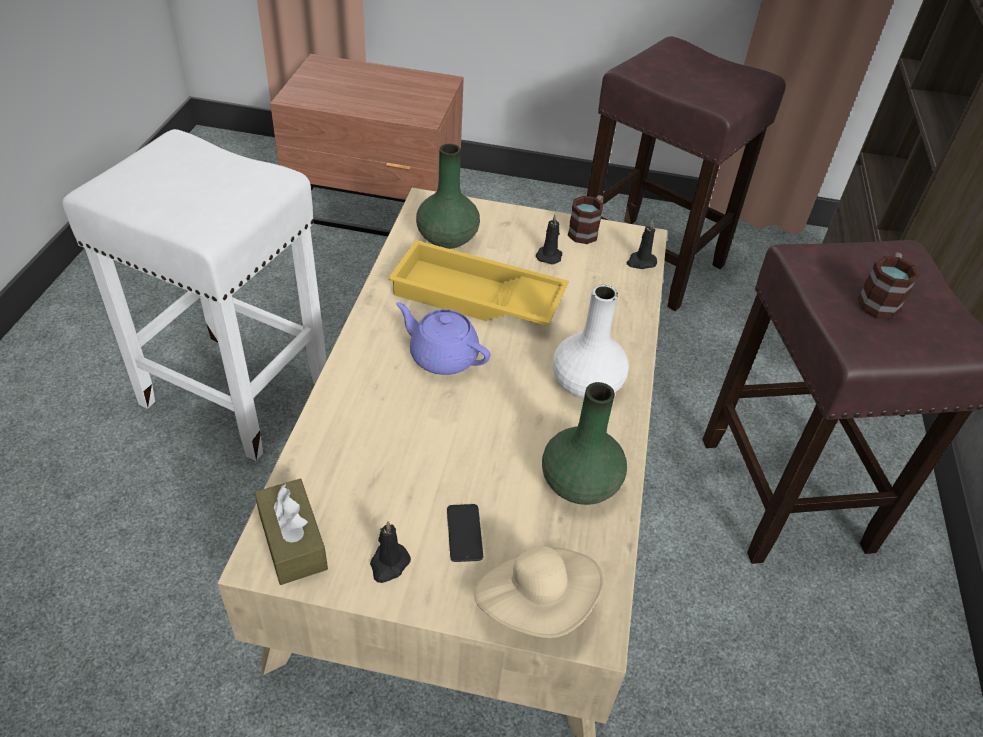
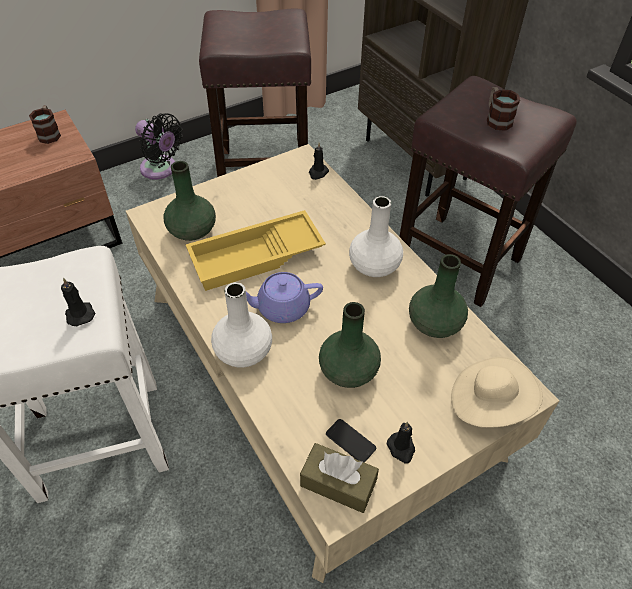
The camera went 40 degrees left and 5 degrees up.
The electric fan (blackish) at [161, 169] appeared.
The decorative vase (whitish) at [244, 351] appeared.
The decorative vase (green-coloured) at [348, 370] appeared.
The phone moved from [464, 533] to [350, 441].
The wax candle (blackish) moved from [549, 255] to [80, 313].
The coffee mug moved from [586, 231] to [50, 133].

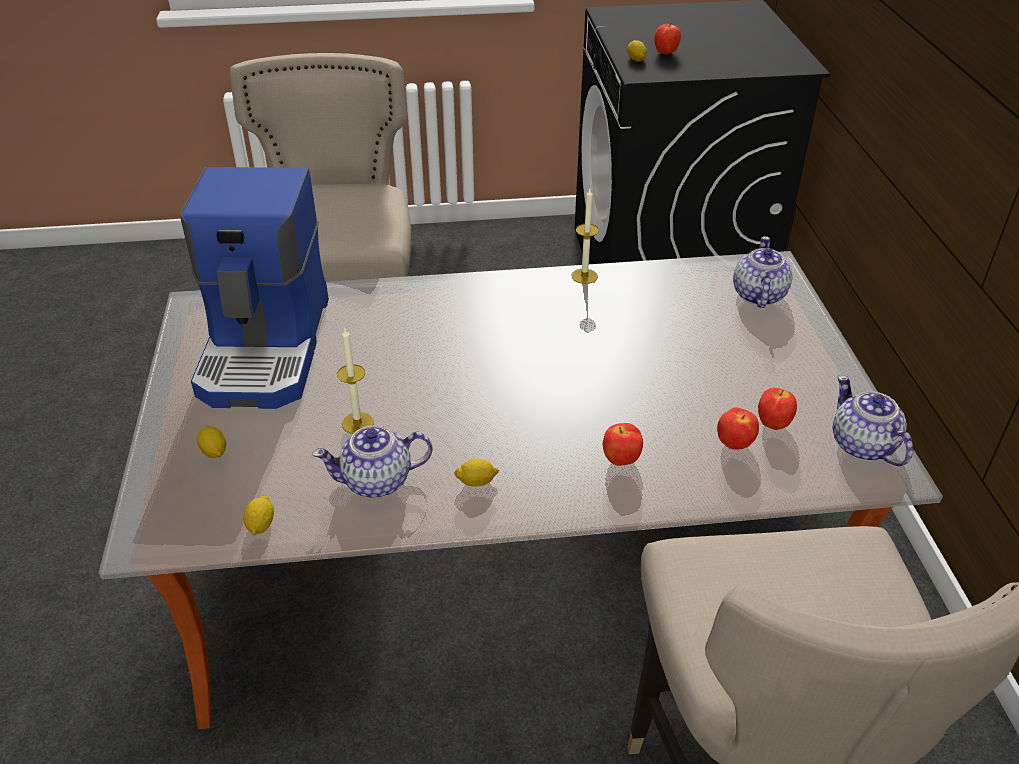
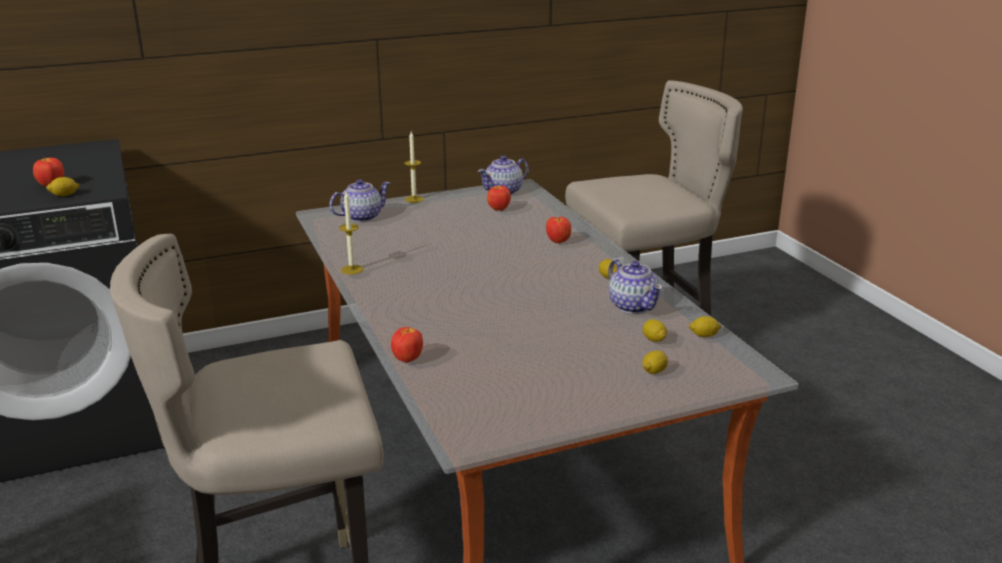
The camera went 105 degrees left and 15 degrees down.
The coffee machine at [267, 348] disappeared.
The citrus fruit at [654, 339] appeared.
The wax candle moved from [357, 423] to [414, 199].
The whole apple moved from [734, 444] to [407, 359].
The tea pot at [758, 295] turned 150 degrees clockwise.

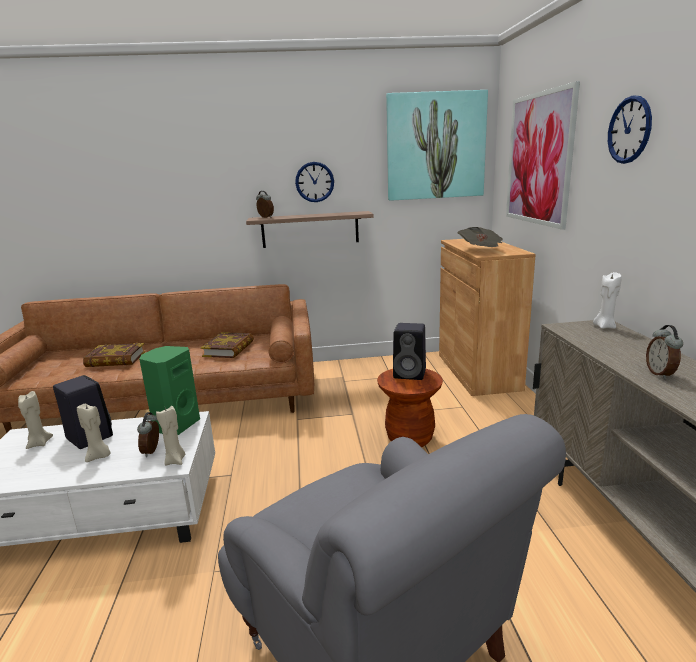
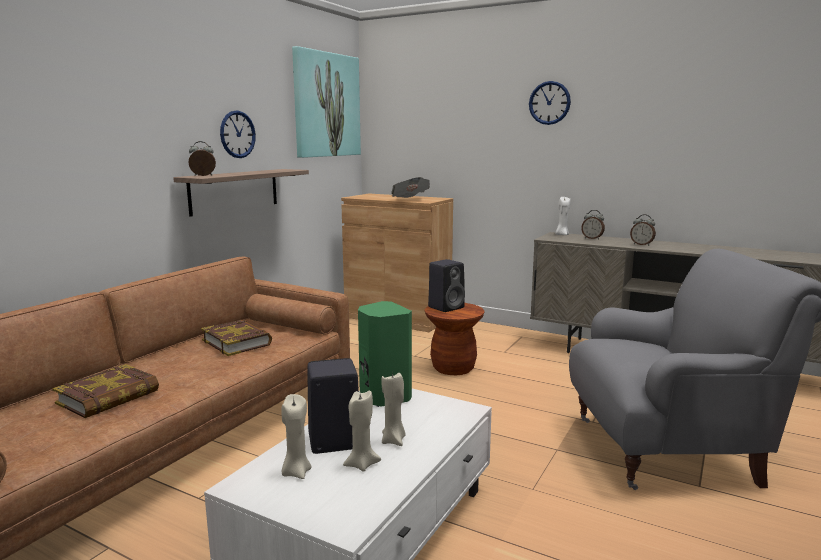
The camera went 55 degrees left and 5 degrees down.
The wall art at [538, 159] disappeared.
The bedside clock moved from [153, 451] to [592, 238].
The wax candle (sand-coloured) moved from [175, 460] to [361, 464].

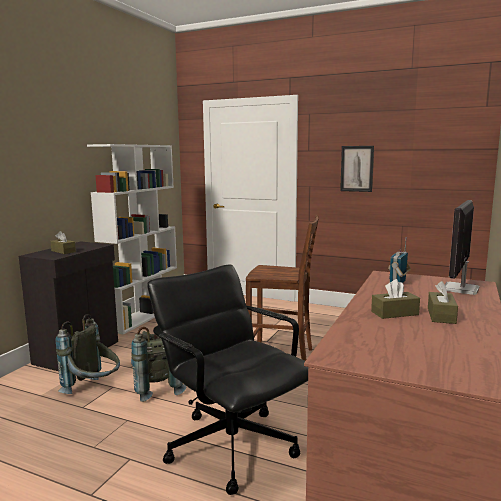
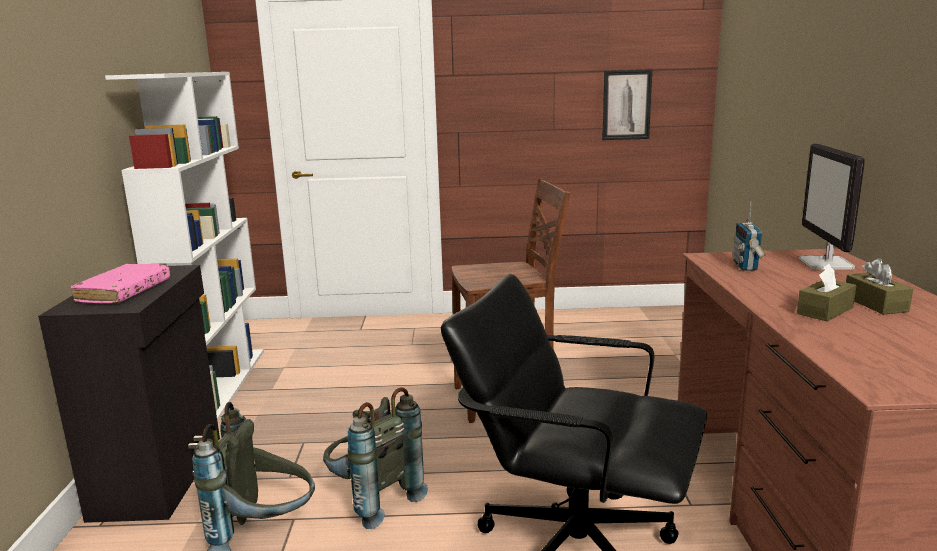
The camera went 25 degrees left and 5 degrees up.
The wall art moved from [357, 168] to [626, 105].
The box of tissues (brown) at [63, 251] was replaced by the book (pinkish) at [124, 292].

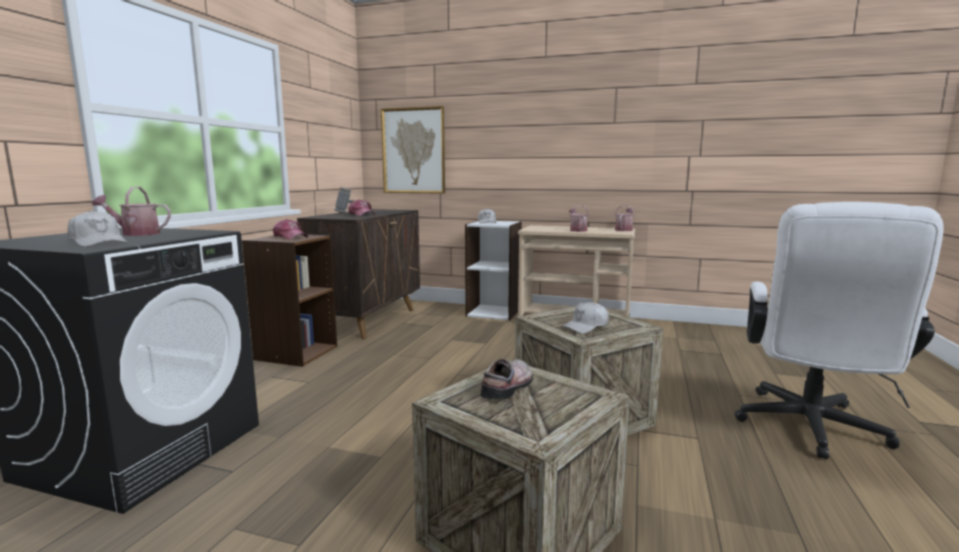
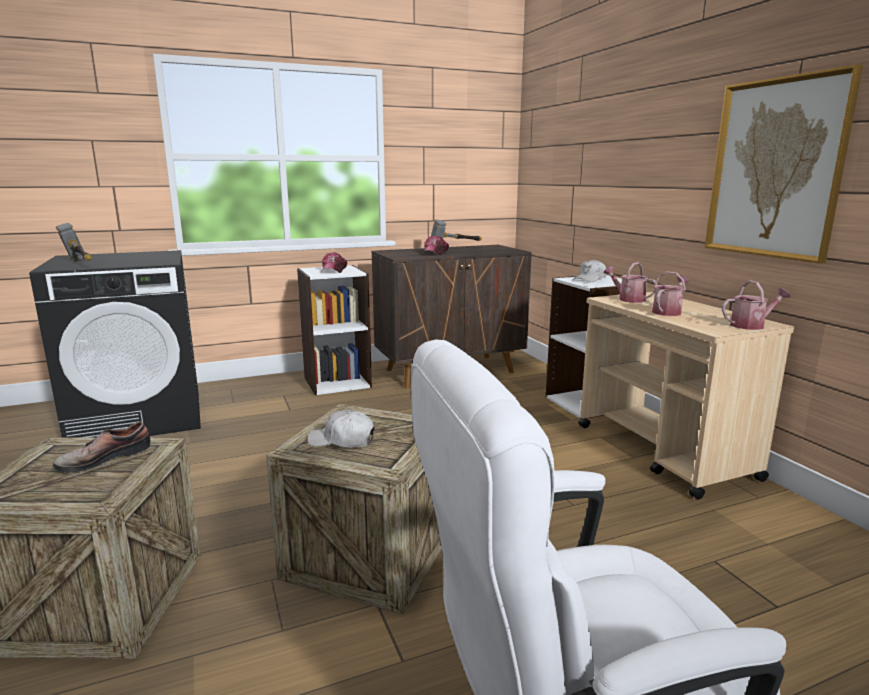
The camera went 50 degrees right and 5 degrees up.
The watering pot moved from [136, 233] to [628, 299].
The wall art moved from [413, 151] to [775, 169].
The peaked cap (whitish) at [98, 243] was replaced by the hand hammer at [80, 264].
The bookcase (brown) at [296, 353] became the bookcase (whitish) at [337, 382].
The shoe at [509, 386] turned 150 degrees clockwise.

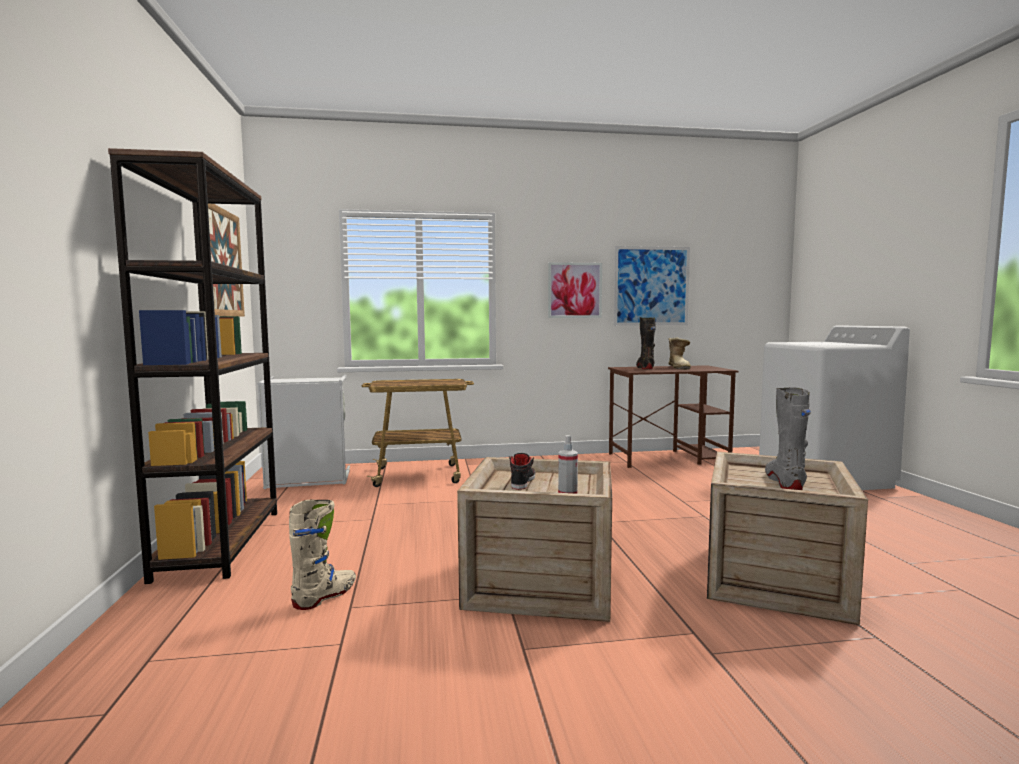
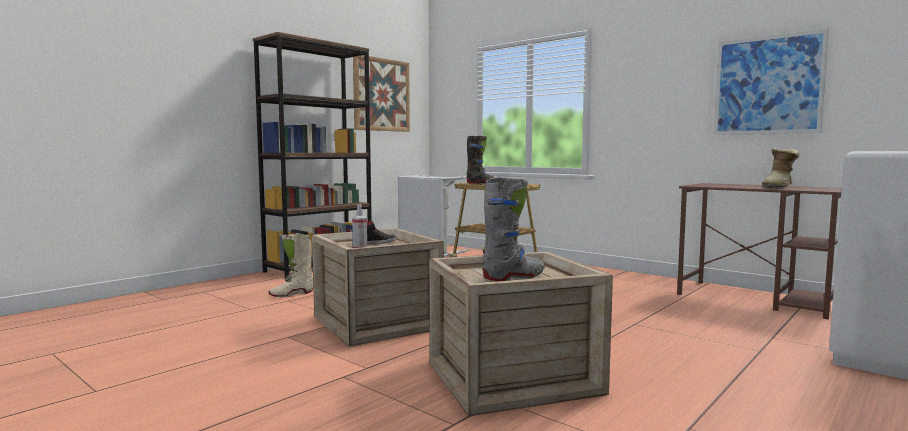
The camera went 50 degrees right and 0 degrees up.
The wall art at [574, 290] disappeared.
The boot (blackish) moved from [645, 368] to [480, 183].
The boot (sand-coloured) at [325, 596] turned 150 degrees clockwise.

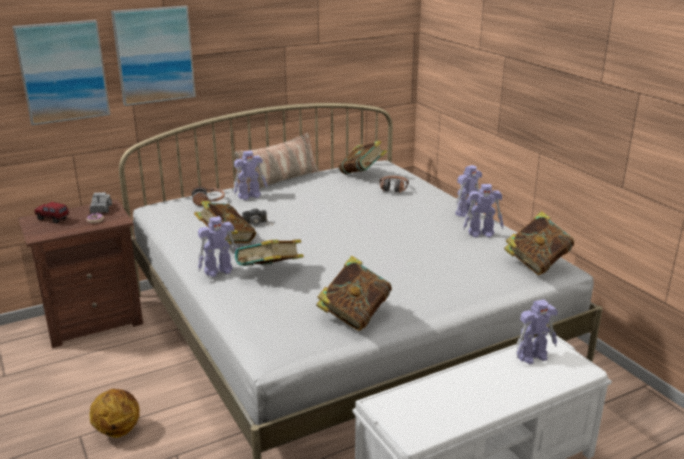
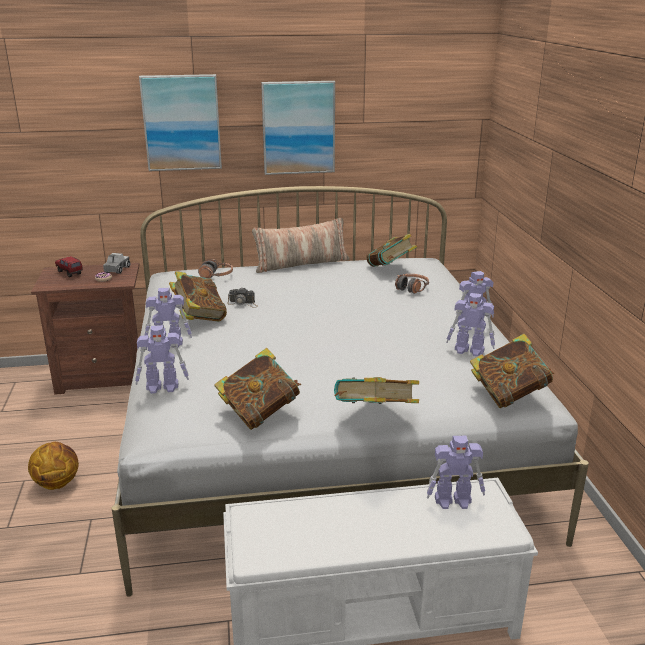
The camera went 20 degrees right and 0 degrees up.
The wall art moved from [63, 72] to [298, 127].
The robot figure moved from [250, 196] to [163, 387].
The book moved from [270, 274] to [375, 416].

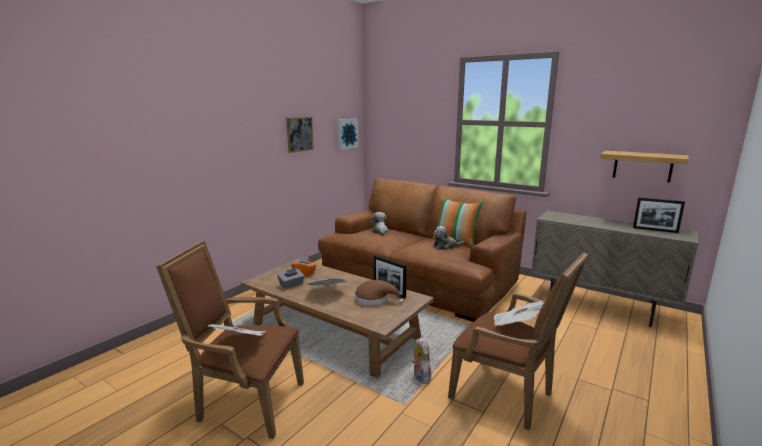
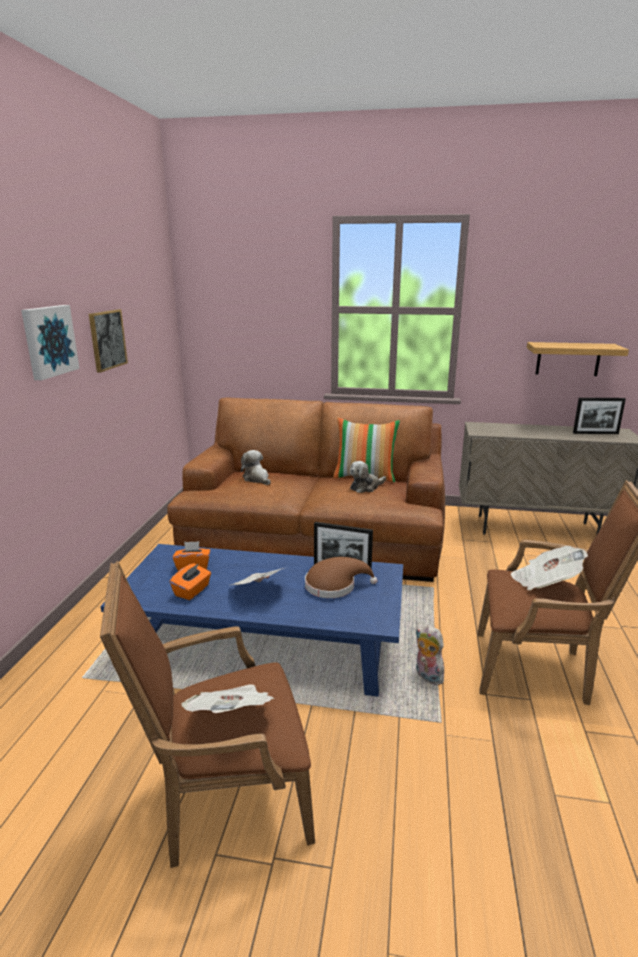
The camera went 25 degrees left and 5 degrees up.
The wall art moved from [346, 133] to [48, 341].
The lounge table (brown) at [335, 330] became the lounge table (blue) at [265, 641].
The box of tissues (greyish) at [291, 285] became the box of tissues (orange-coloured) at [192, 591].

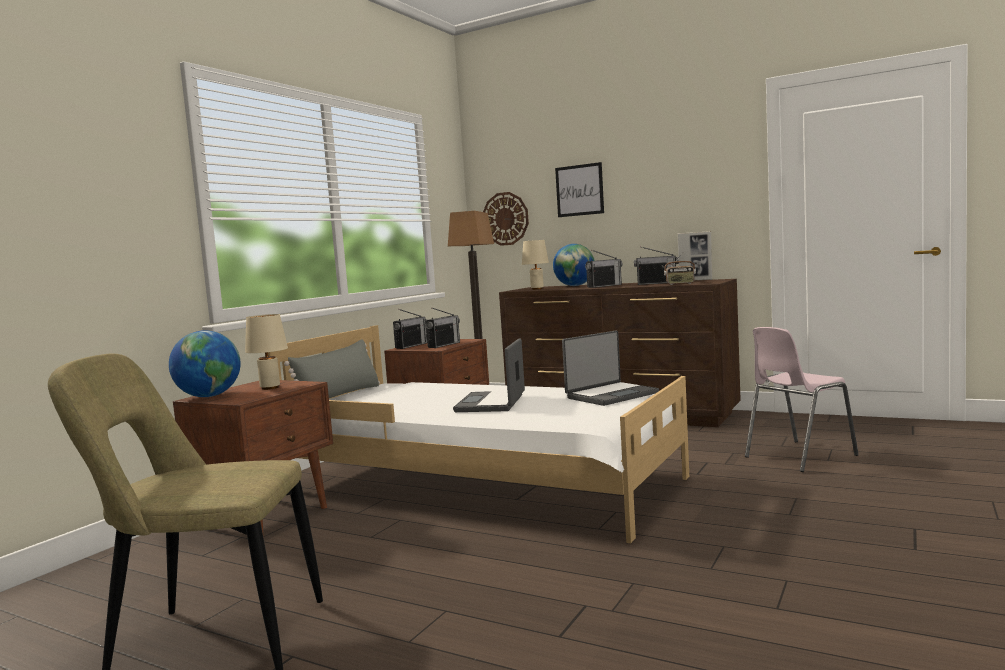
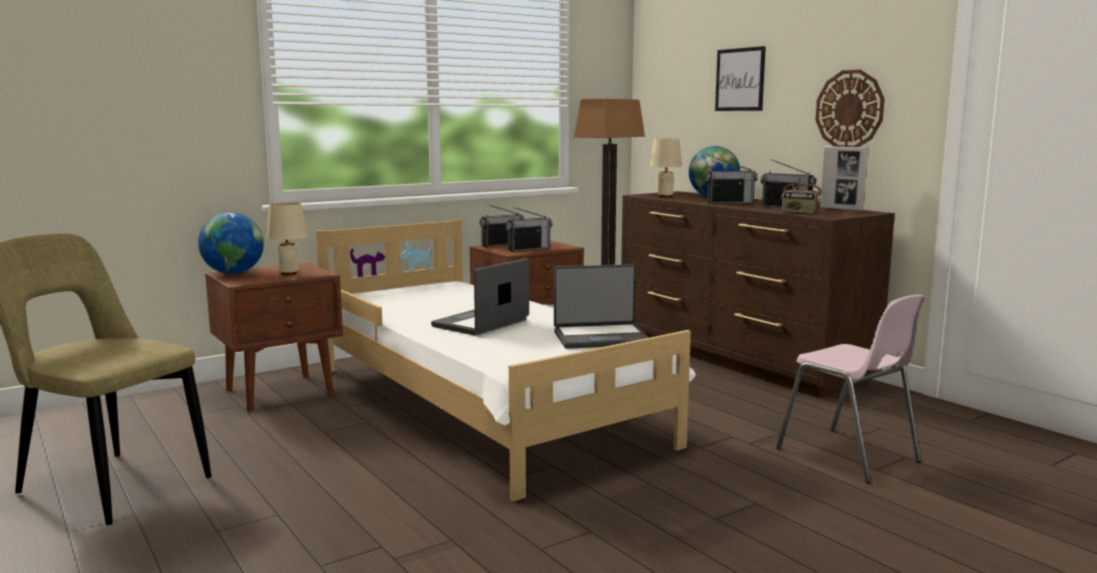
The camera went 25 degrees right and 5 degrees up.
The pillow (greyish) at [339, 396] disappeared.
The hanging clock moved from [505, 219] to [849, 109].
The plain chair (pinkish) at [798, 456] turned 120 degrees counterclockwise.

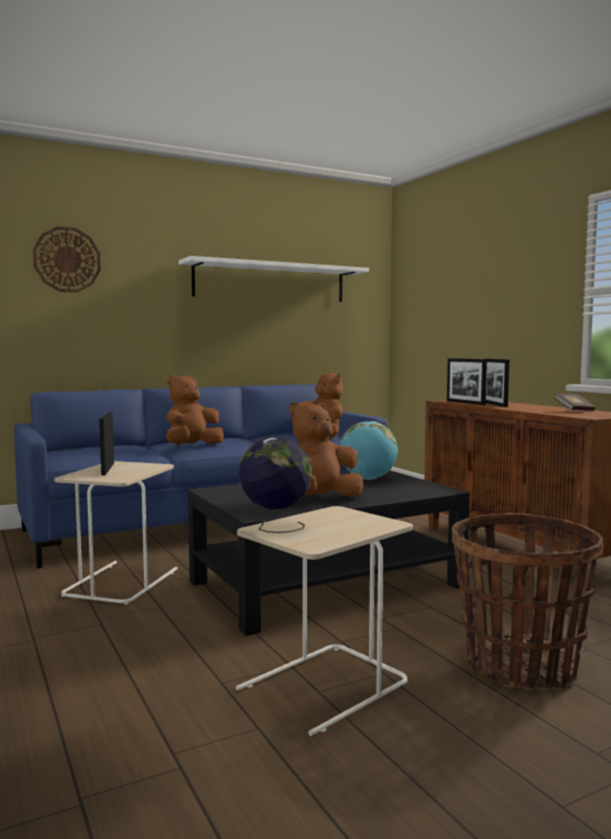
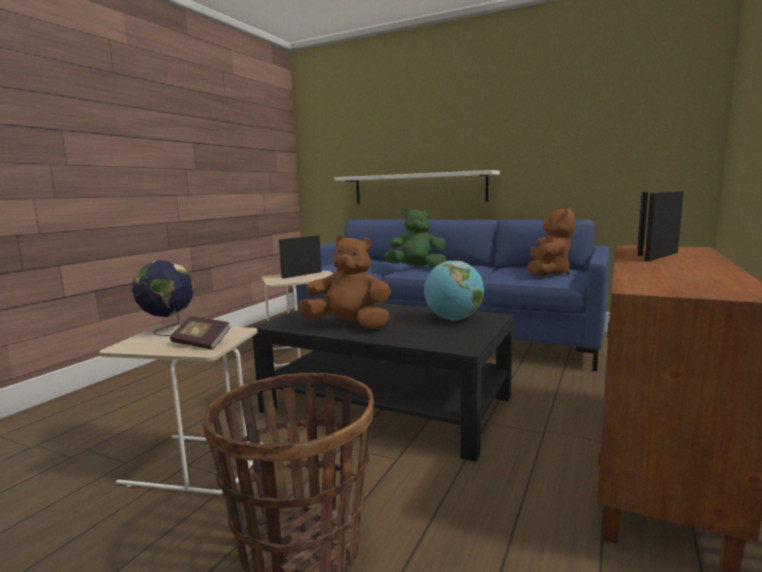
The camera went 55 degrees right and 5 degrees up.
The hanging clock at [67, 260] disappeared.
The bracket shelf (whitish) moved from [271, 282] to [418, 188].
The book moved from [574, 411] to [201, 343].
The cuddly toy (brown) at [192, 446] became the cuddly toy (green-coloured) at [416, 268].

